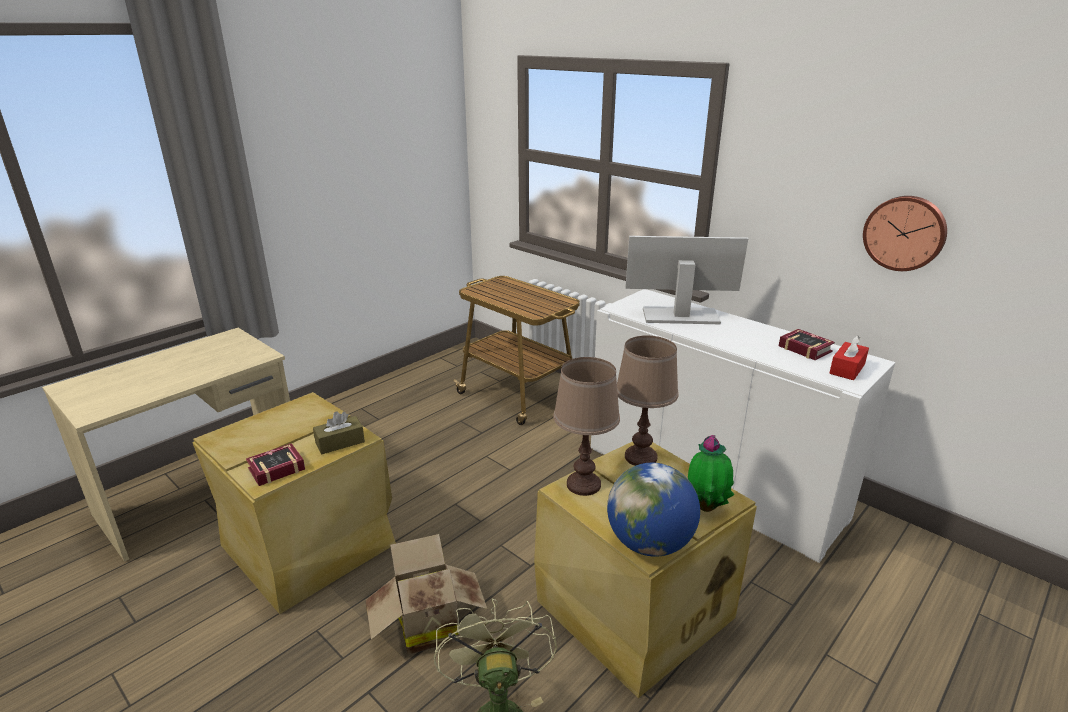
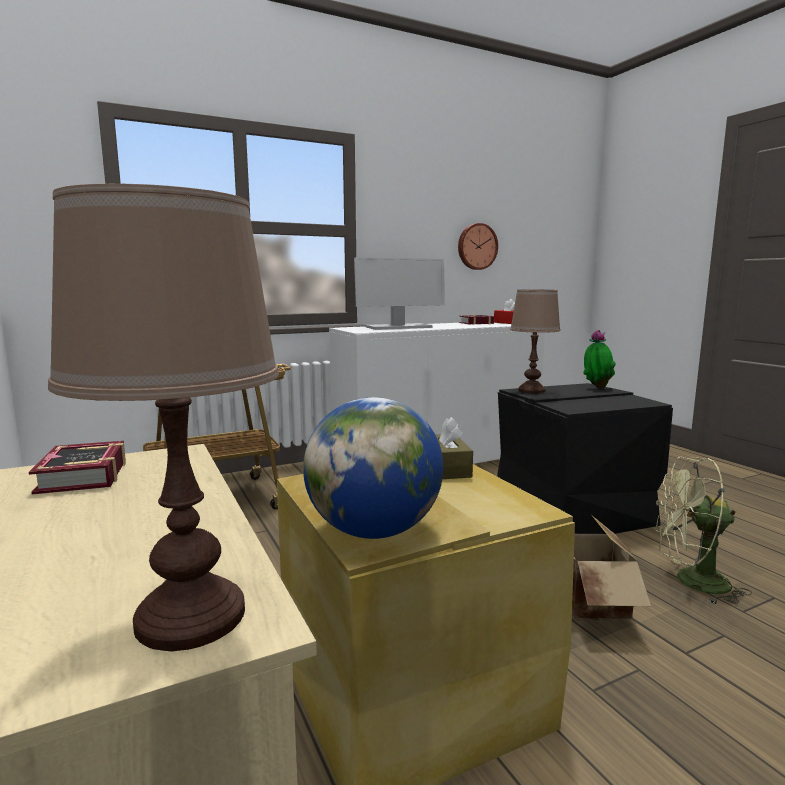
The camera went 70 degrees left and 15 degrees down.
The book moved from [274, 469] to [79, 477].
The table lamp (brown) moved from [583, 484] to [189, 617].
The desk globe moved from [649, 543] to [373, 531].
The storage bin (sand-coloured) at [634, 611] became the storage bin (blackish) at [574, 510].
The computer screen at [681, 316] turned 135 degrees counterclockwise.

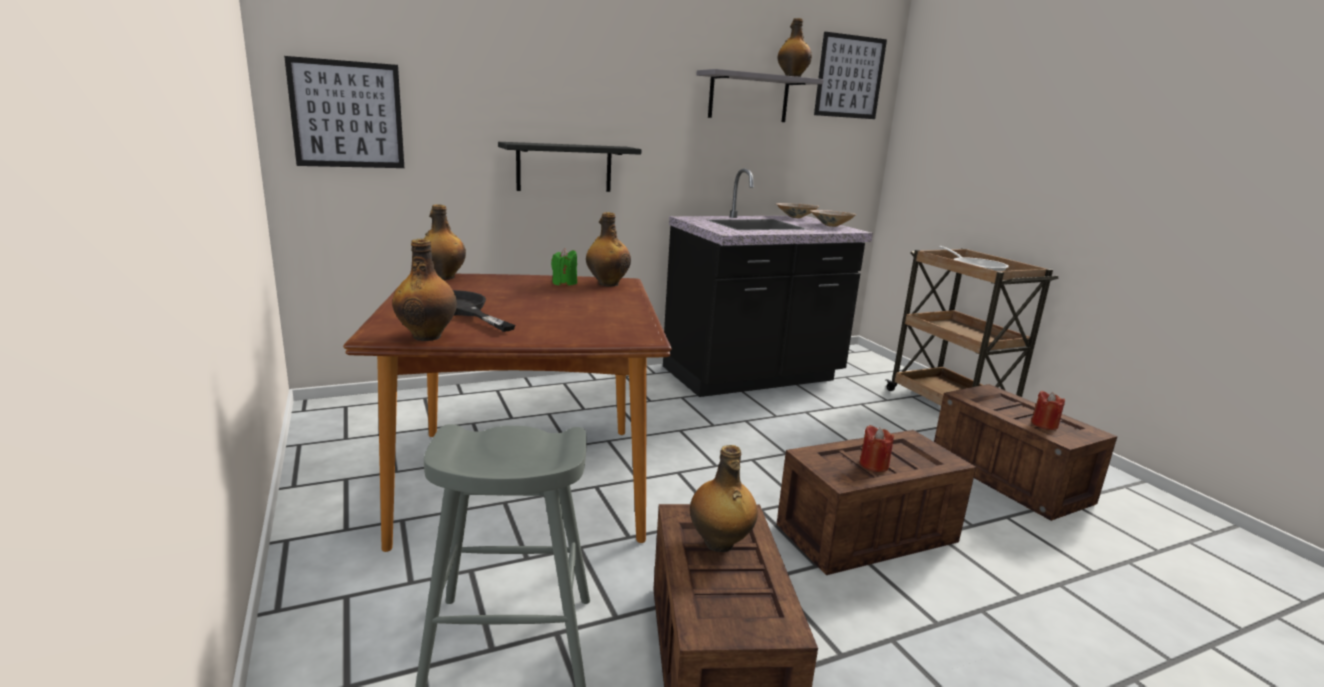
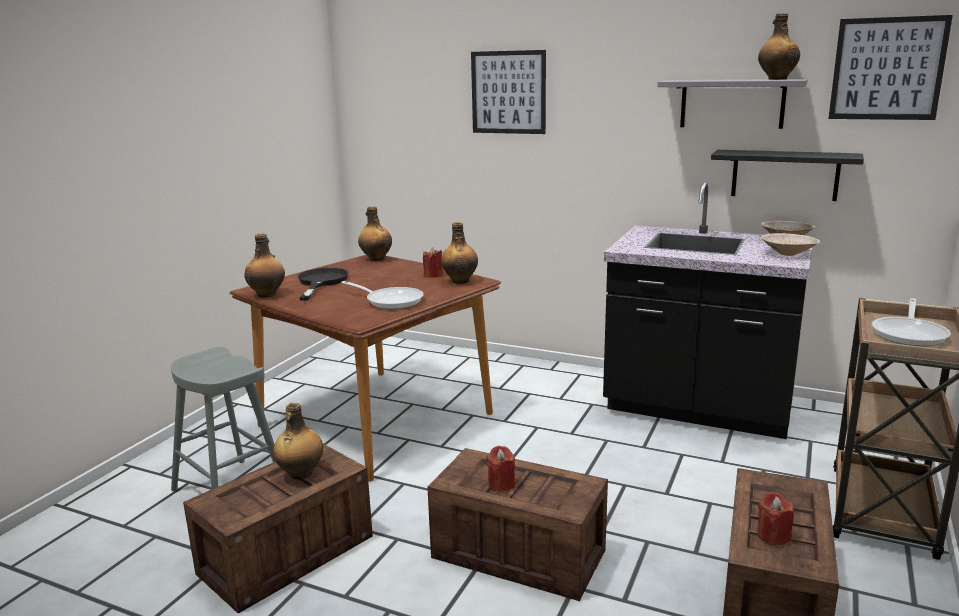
The camera went 50 degrees right and 0 degrees up.
The pan at [391, 301] appeared.
The wall art moved from [347, 115] to [508, 92].
The bracket shelf (blackish) moved from [564, 167] to [784, 175].
The wax candle (green-coloured) at [564, 283] became the wax candle (red) at [433, 275].

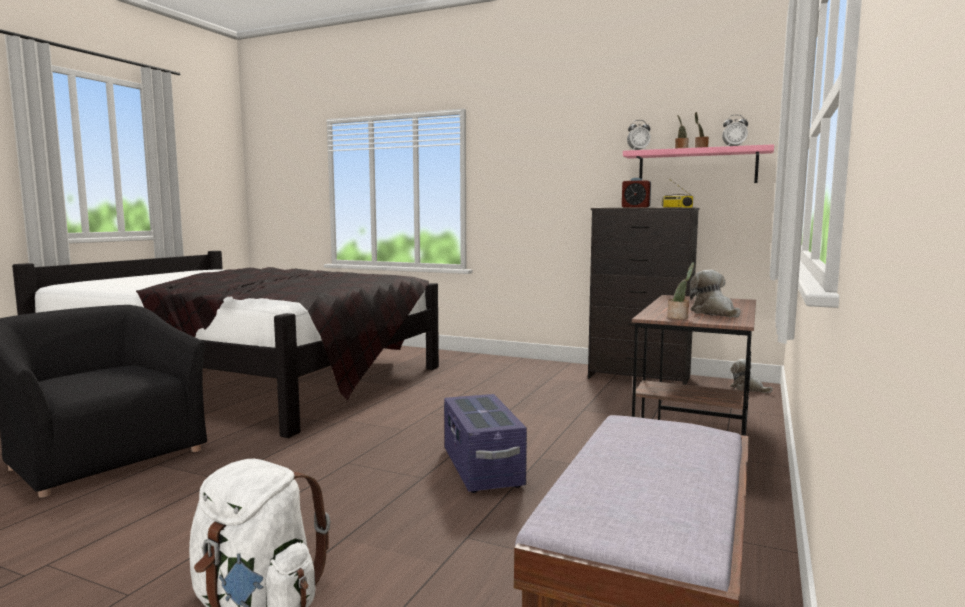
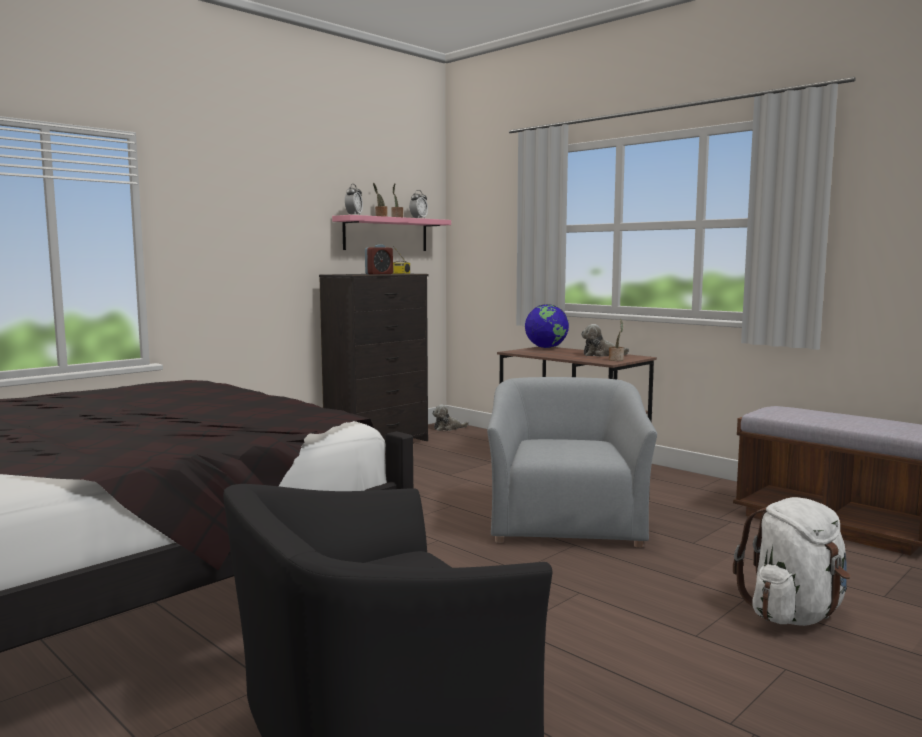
The camera went 70 degrees left and 0 degrees up.
The desk globe at [546, 348] appeared.
The storage bin (purple) at [482, 468] was replaced by the lounge chair (greyish) at [565, 523].

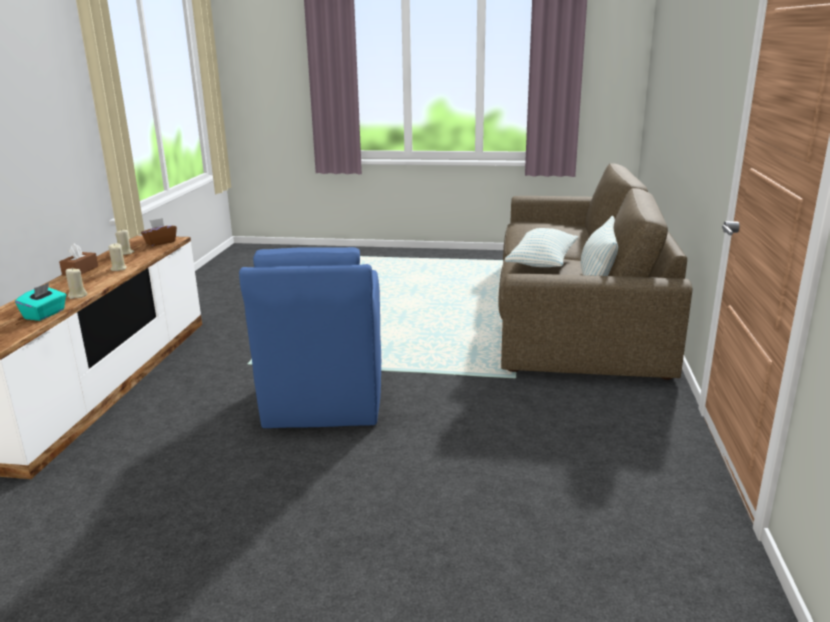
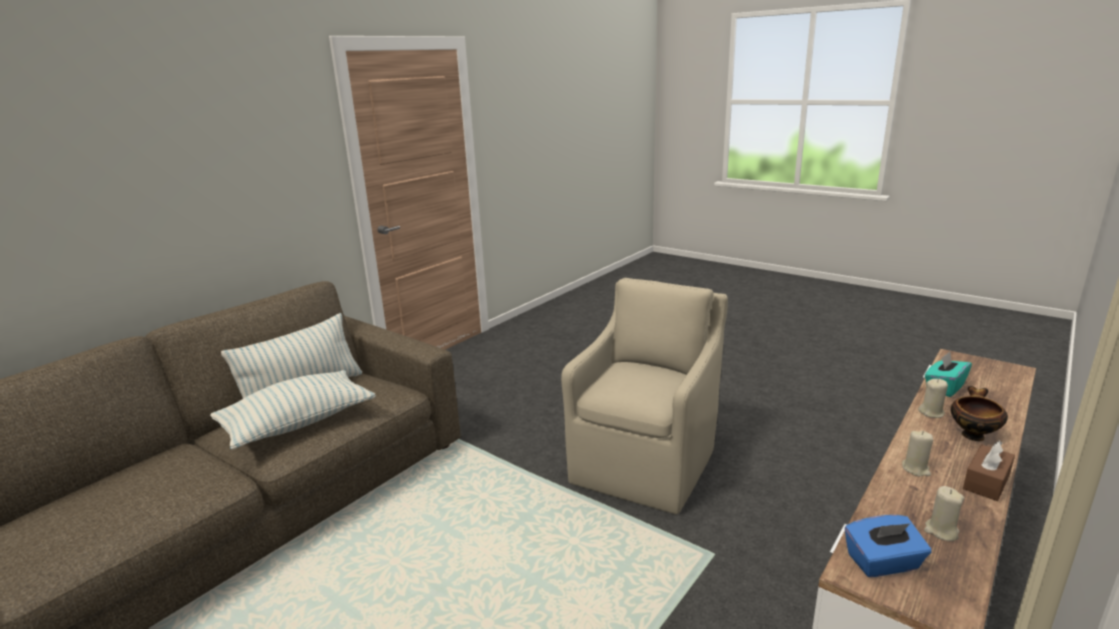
The camera went 150 degrees left and 0 degrees up.
The deep dish at [972, 434] appeared.
The box of tissues (brown) at [160, 242] became the box of tissues (blue) at [883, 563].
The lounge chair (blue) at [323, 402] became the lounge chair (sand-coloured) at [646, 463].

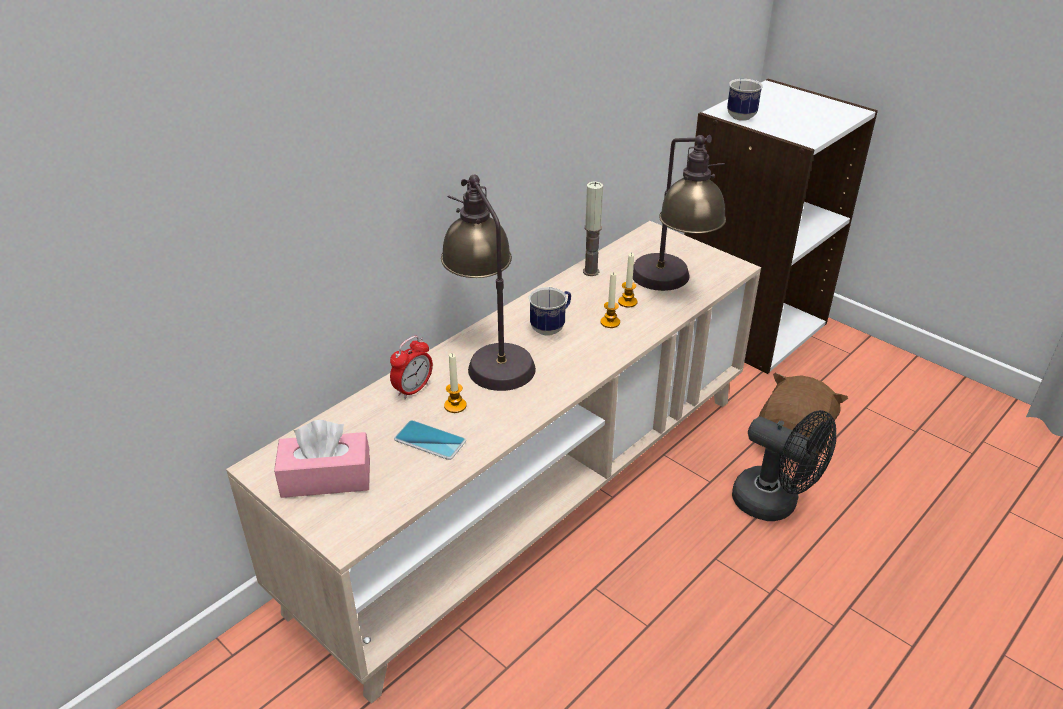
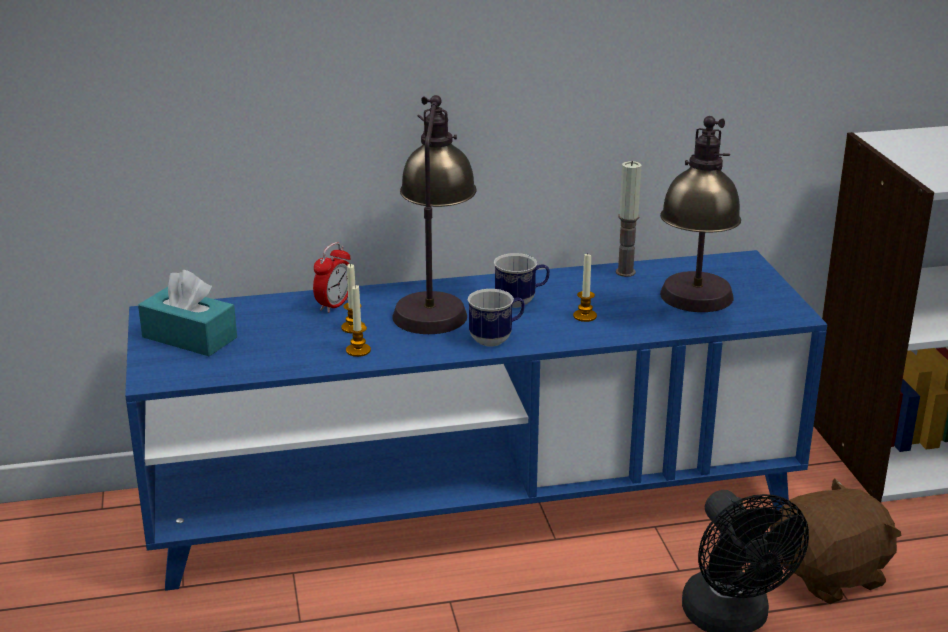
The camera went 35 degrees right and 10 degrees down.
The phone at [430, 440] disappeared.
The wax candle moved from [627, 302] to [358, 350].
The coffee mug moved from [743, 115] to [496, 339].
The tv unit (sand-coloured) at [531, 496] became the tv unit (blue) at [473, 504].
The box of tissues (pinkish) at [326, 478] became the box of tissues (turquoise-coloured) at [189, 337].
The bedside clock at [413, 389] turned 45 degrees counterclockwise.

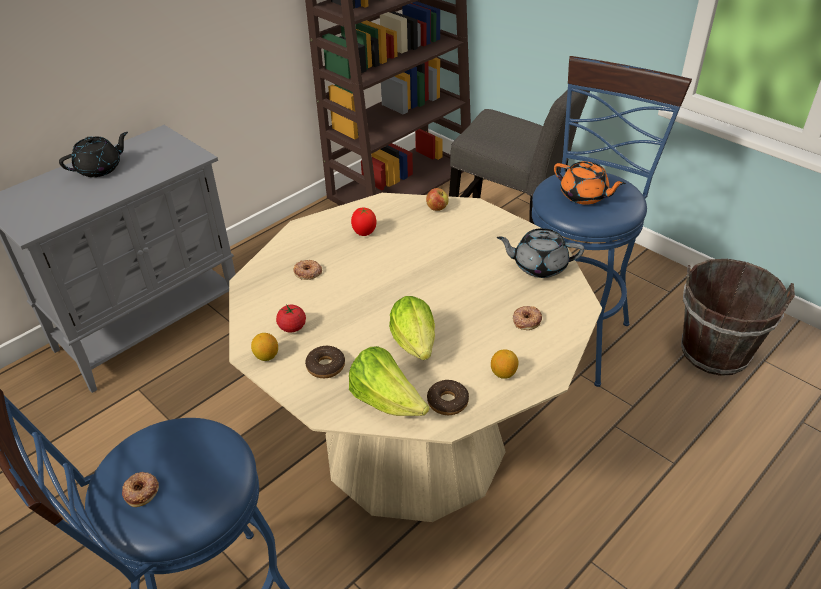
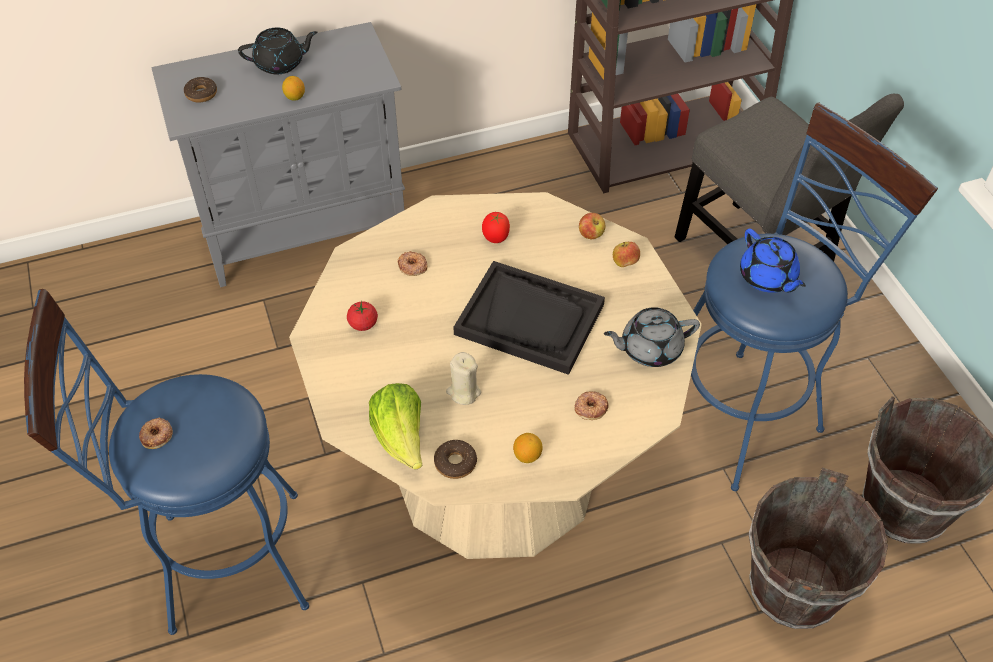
The camera went 25 degrees right and 10 degrees up.
The carrying tray (blackish) at [530, 319] appeared.
The whole apple at [625, 263] appeared.
The pail (brown) at [794, 589] appeared.
The citrus fruit moved from [266, 356] to [294, 97].
The doughnut moved from [325, 366] to [201, 94].
The head of lettuce at [415, 346] was replaced by the wax candle (sand-coloured) at [463, 392].
The tea pot (orange-coloured) at [584, 196] became the tea pot (blue) at [767, 278].
The tea pot (greyish) at [539, 266] turned 45 degrees counterclockwise.

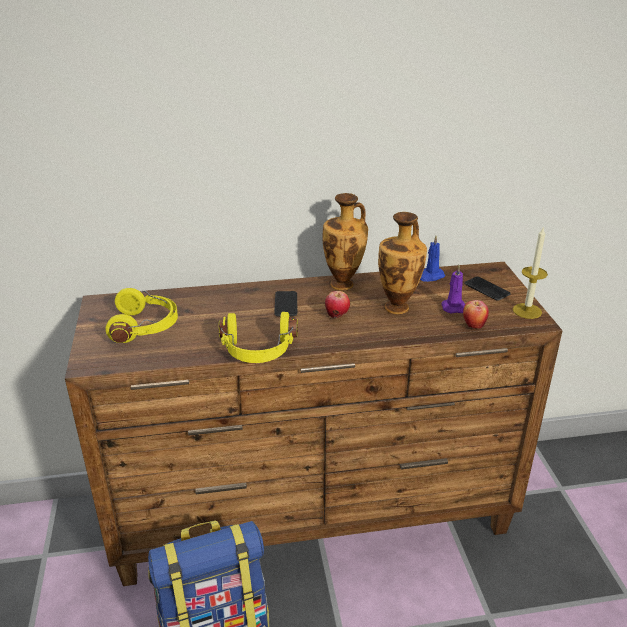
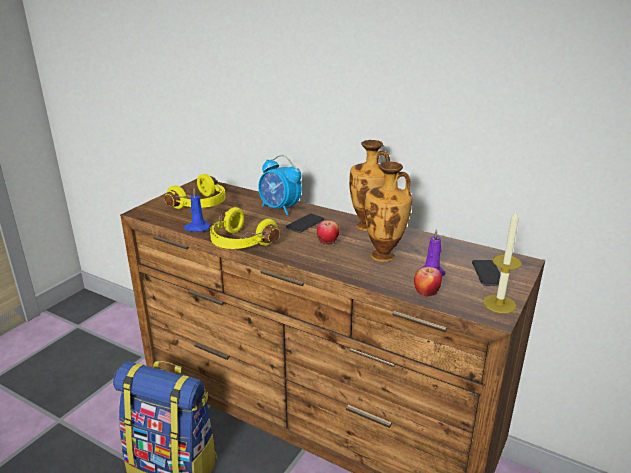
The camera went 40 degrees right and 5 degrees down.
The bedside clock at [280, 208] appeared.
The wax candle (blue) moved from [430, 276] to [197, 228].

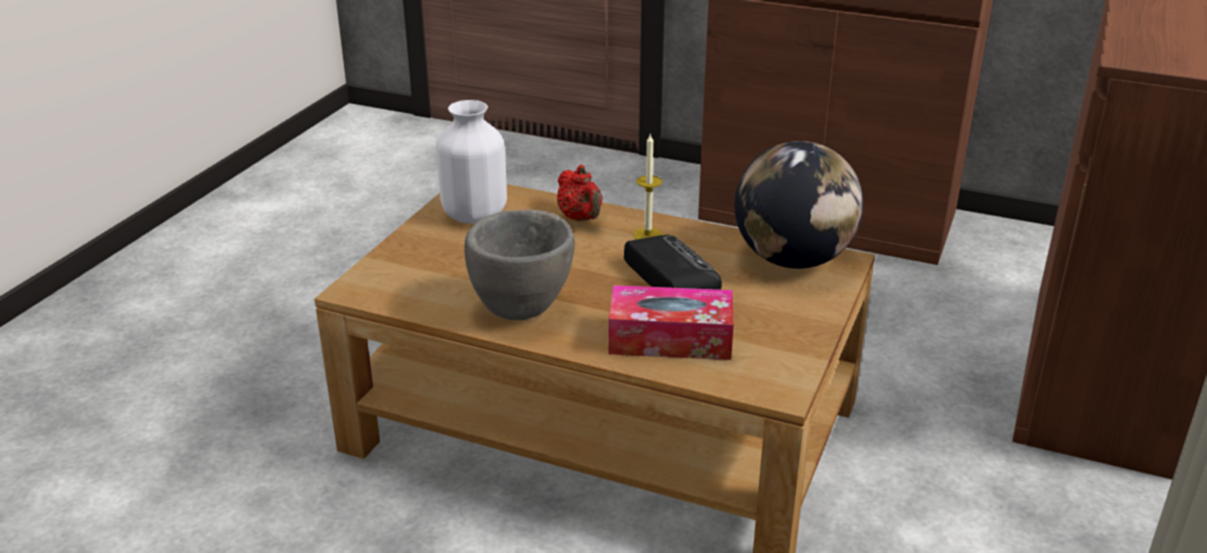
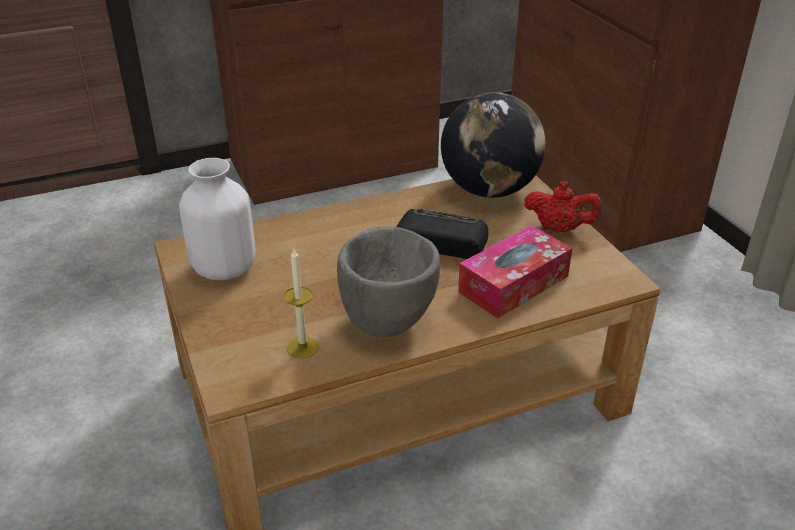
The camera went 45 degrees left and 5 degrees up.
The tea pot (red) moved from [581, 218] to [559, 229].
The wax candle moved from [648, 235] to [302, 347].

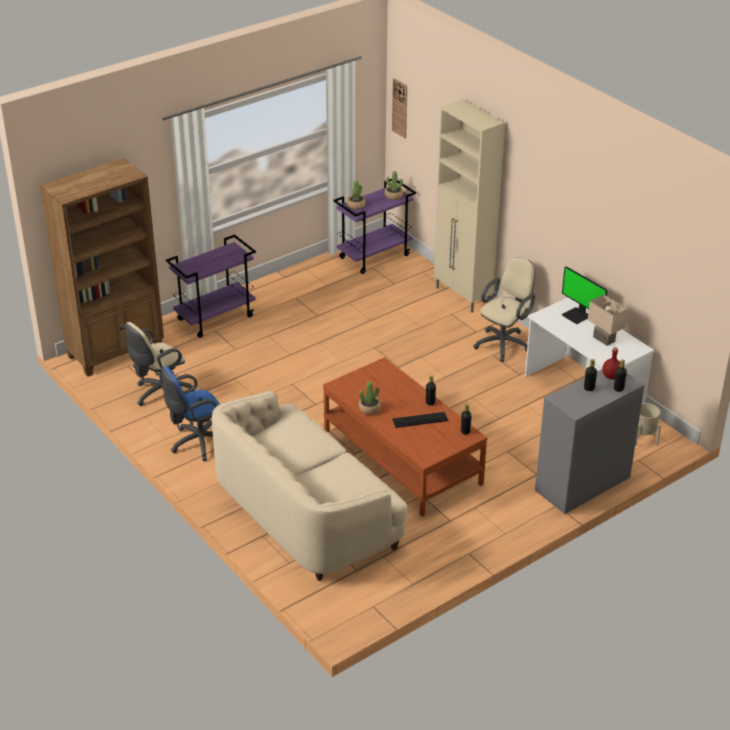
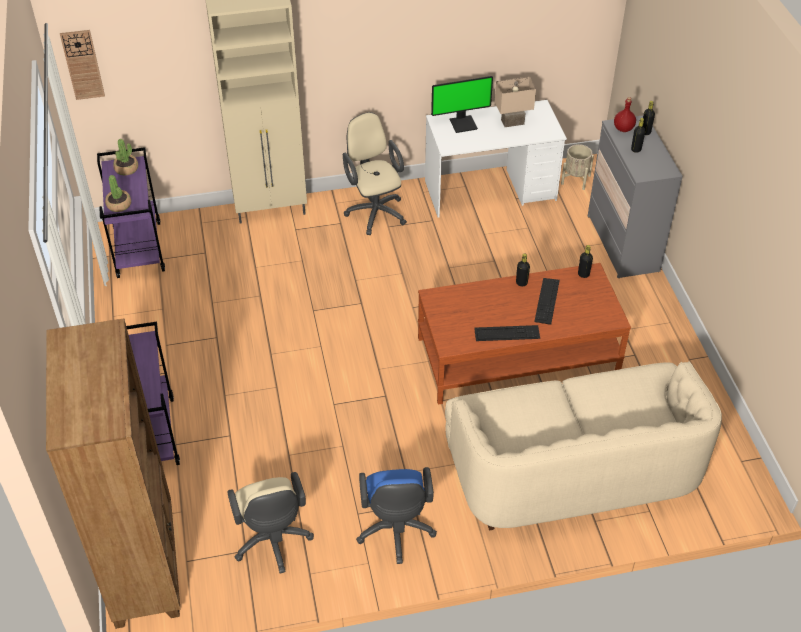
The camera went 65 degrees left and 10 degrees up.
The plant in a pot at [369, 408] was replaced by the PC keyboard at [507, 333].

